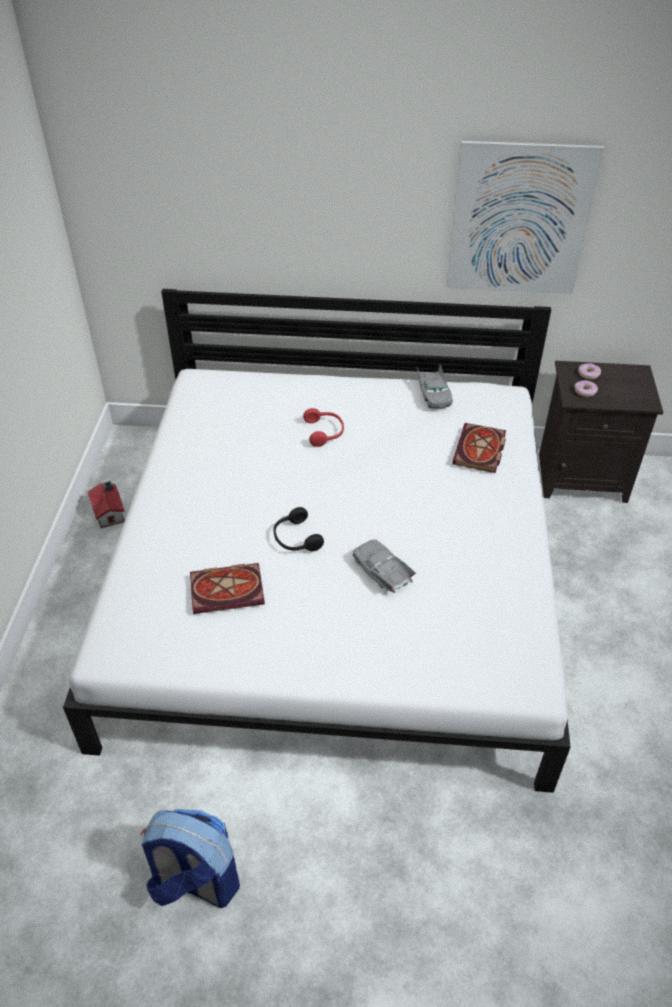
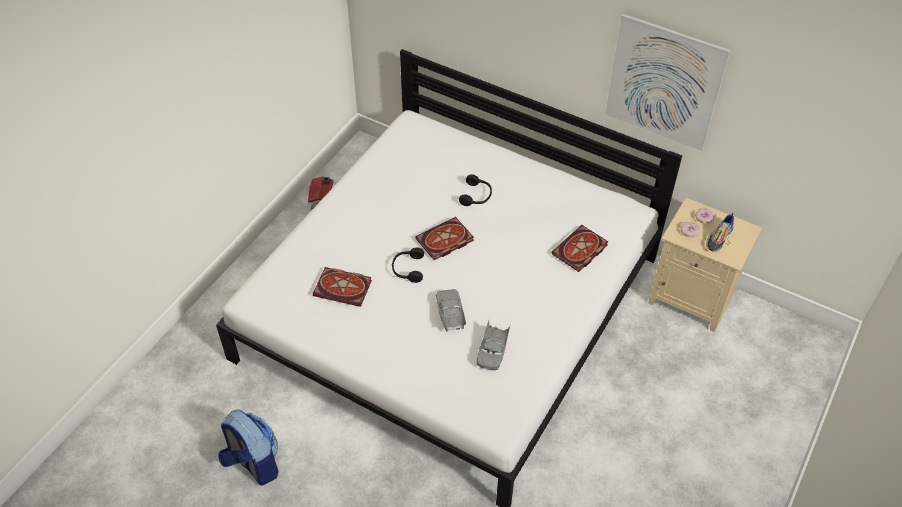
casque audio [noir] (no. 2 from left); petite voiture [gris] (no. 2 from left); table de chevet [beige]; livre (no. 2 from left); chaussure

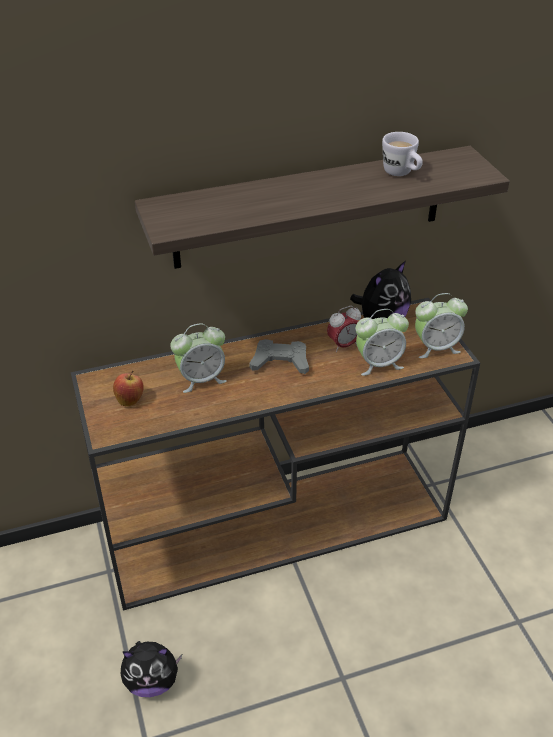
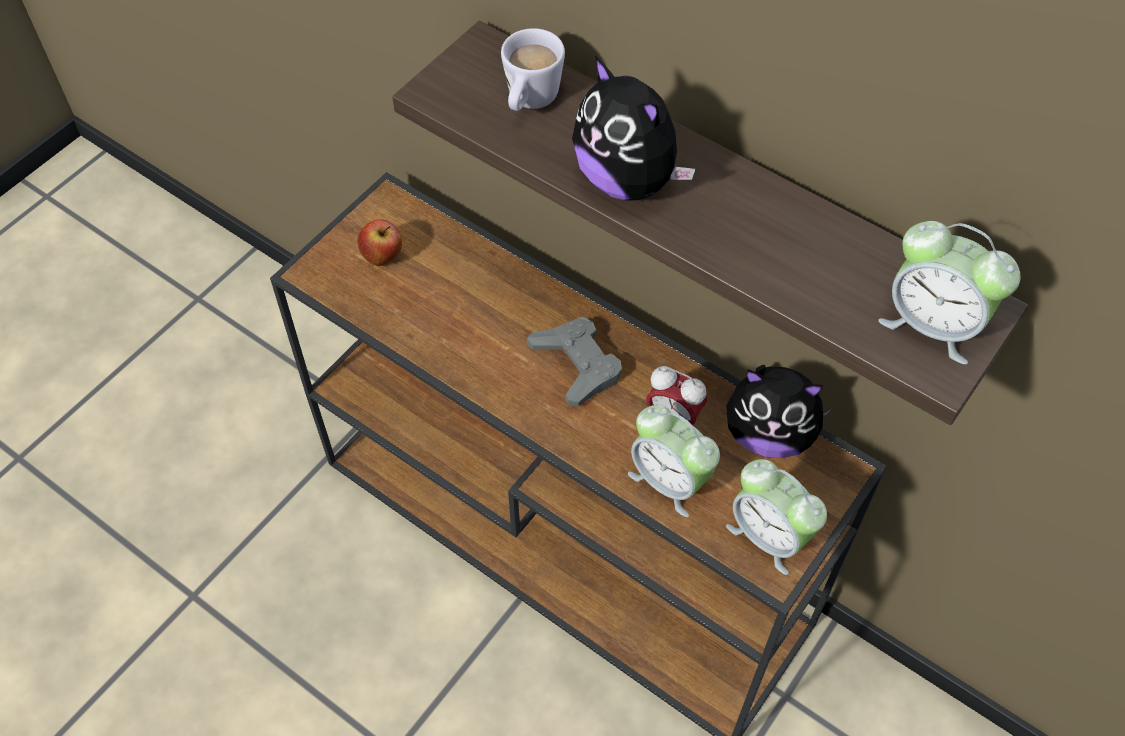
peluche (no. 1 from left); réveil (no. 4 from left); mug [blanc]

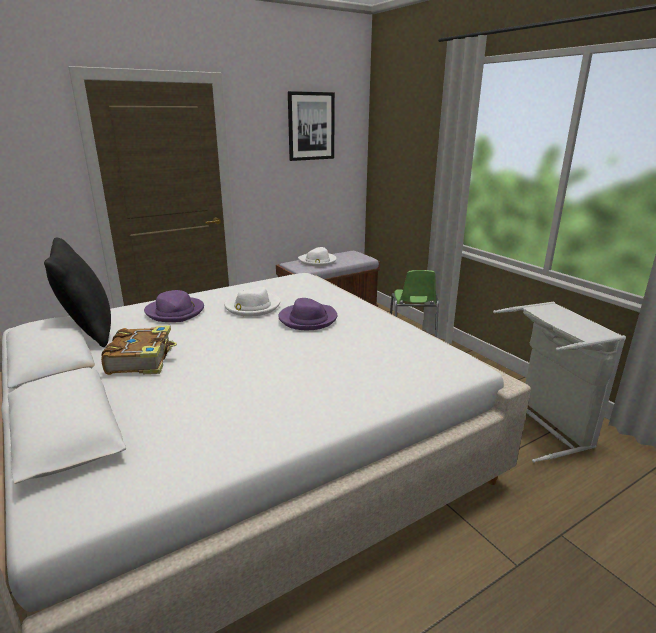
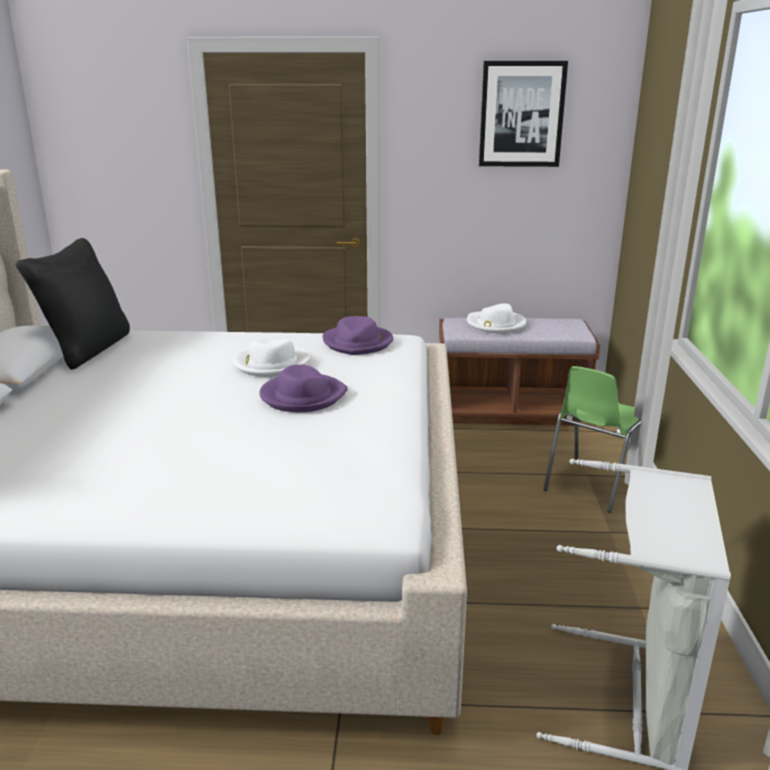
livre; chapeau [violet] (no. 2 from left)

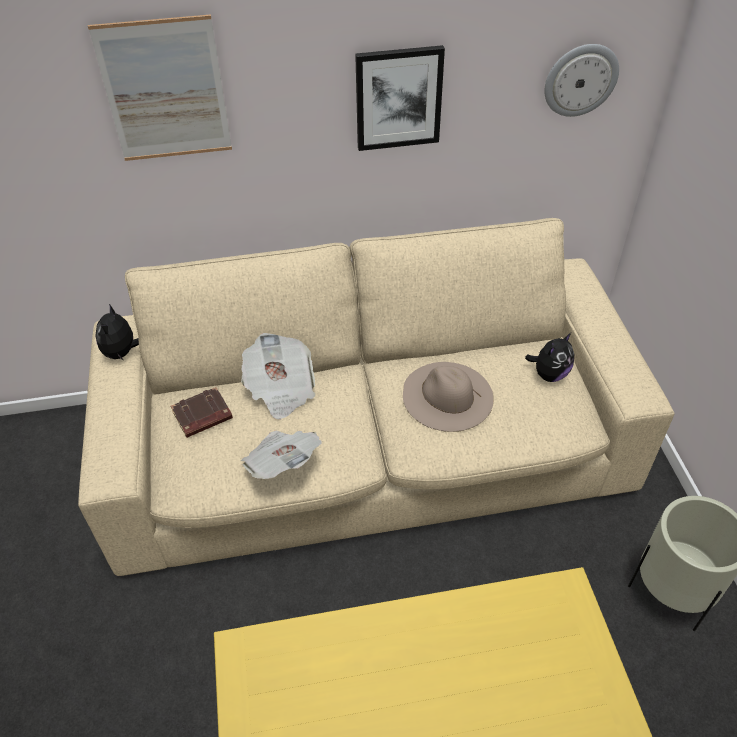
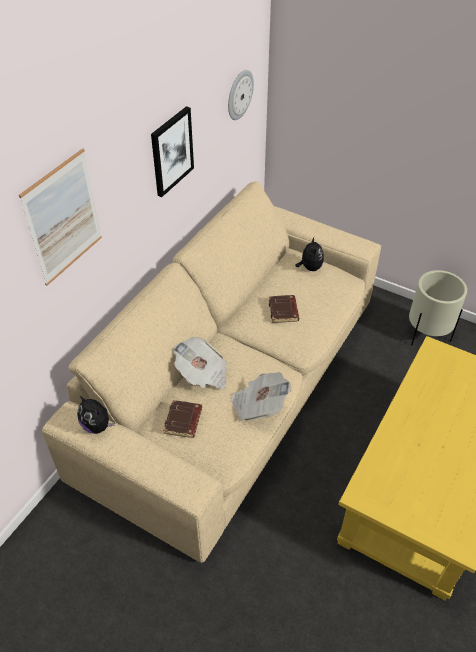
livre [marron] (no. 2 from left)

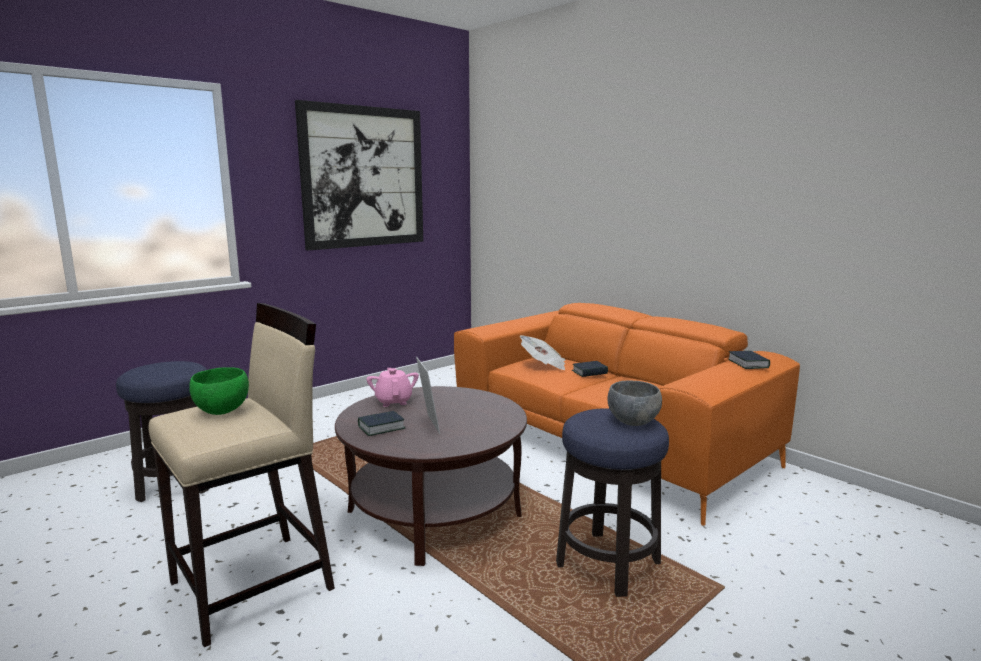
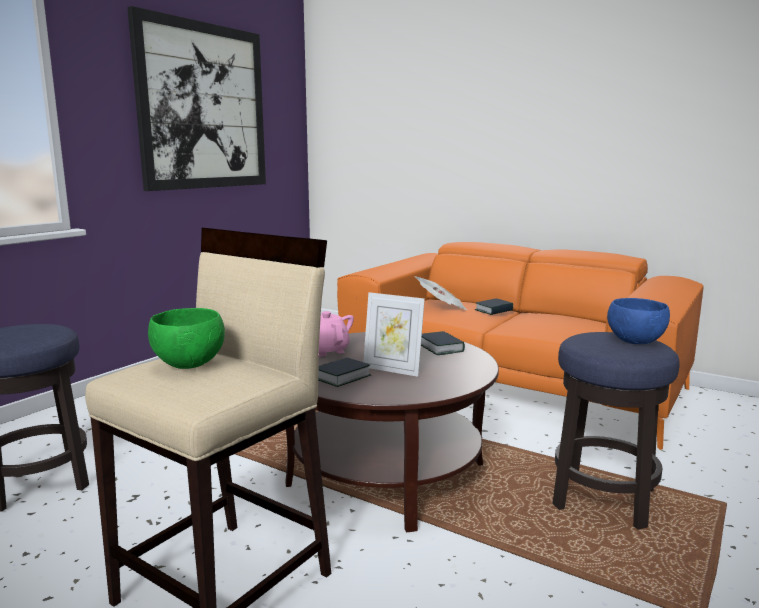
cadre photo; bol [bleu]; livre (no. 2 from left)

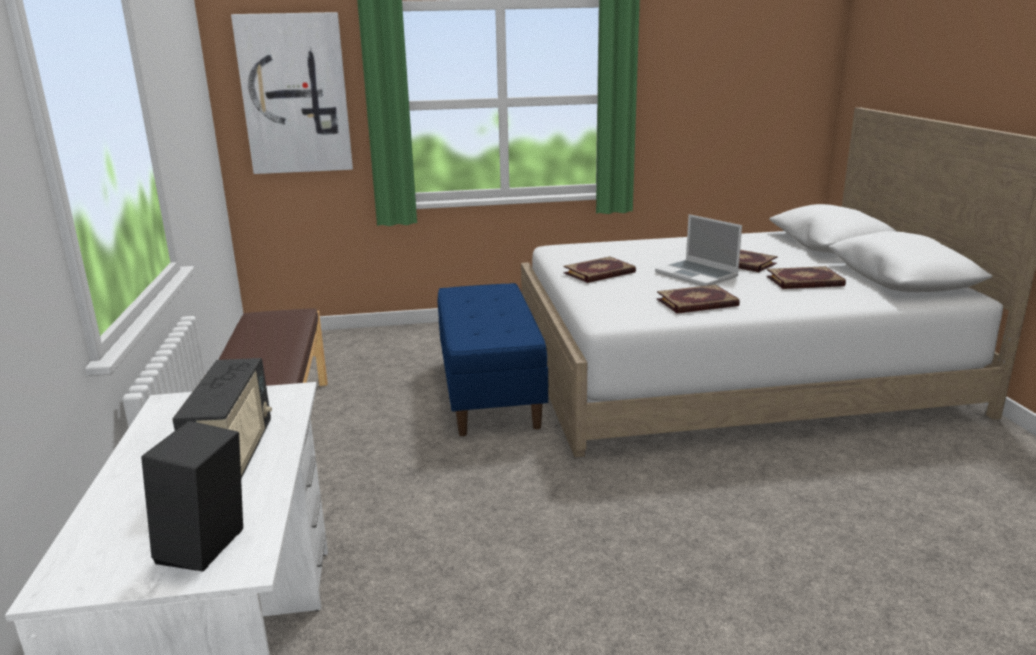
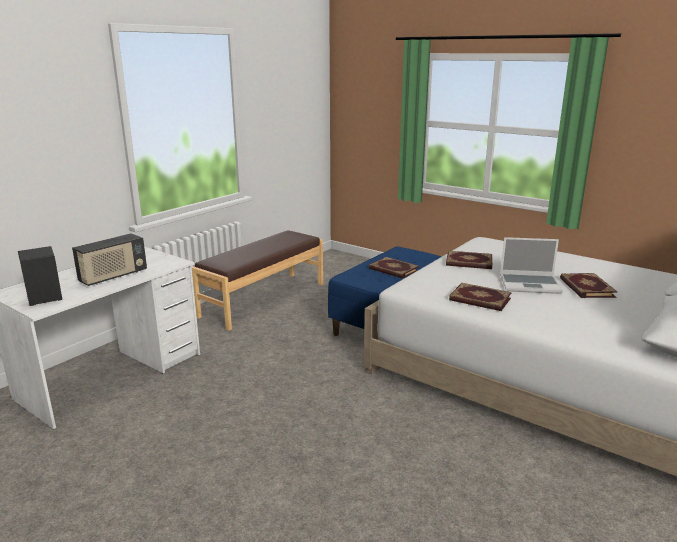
tableau; ordinateur portable; livre (no. 1 from left)

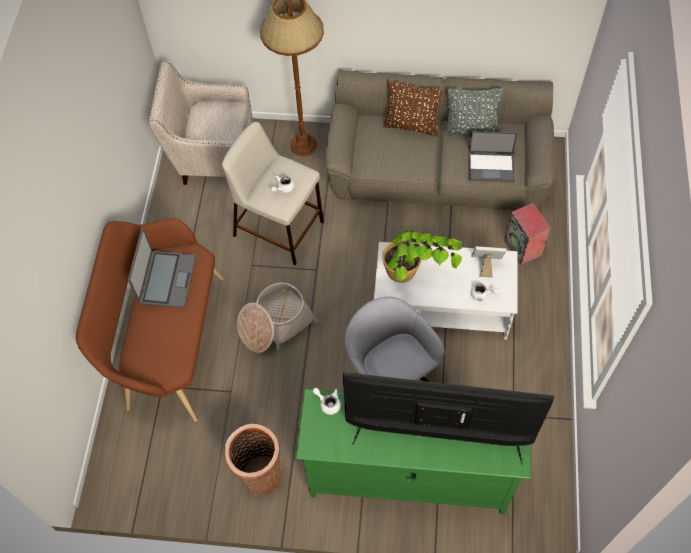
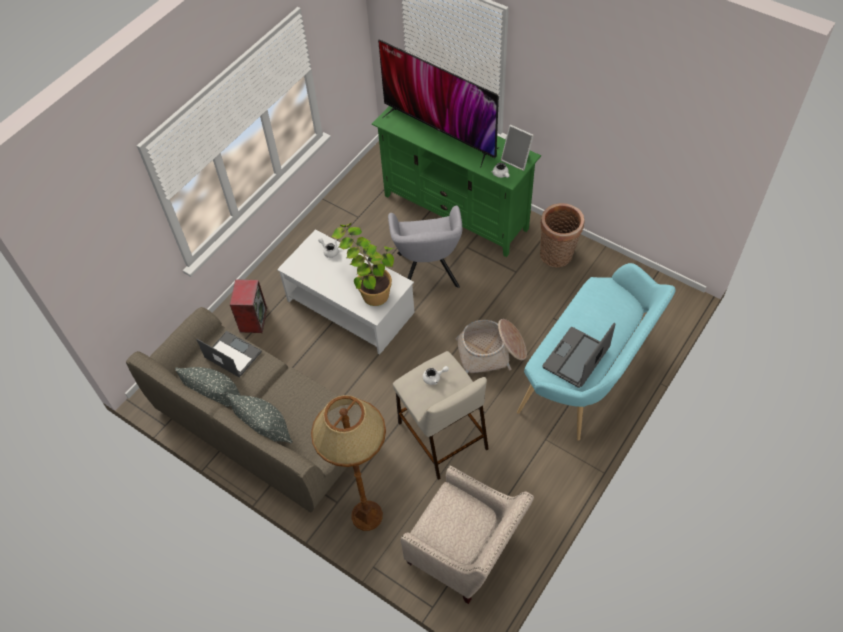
banc [turquoise]; coussin [gris] (no. 2 from left); cadre photo

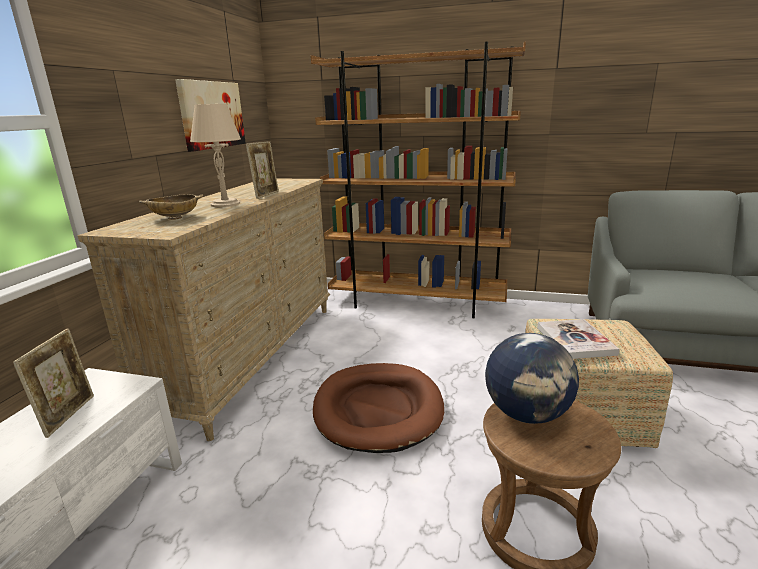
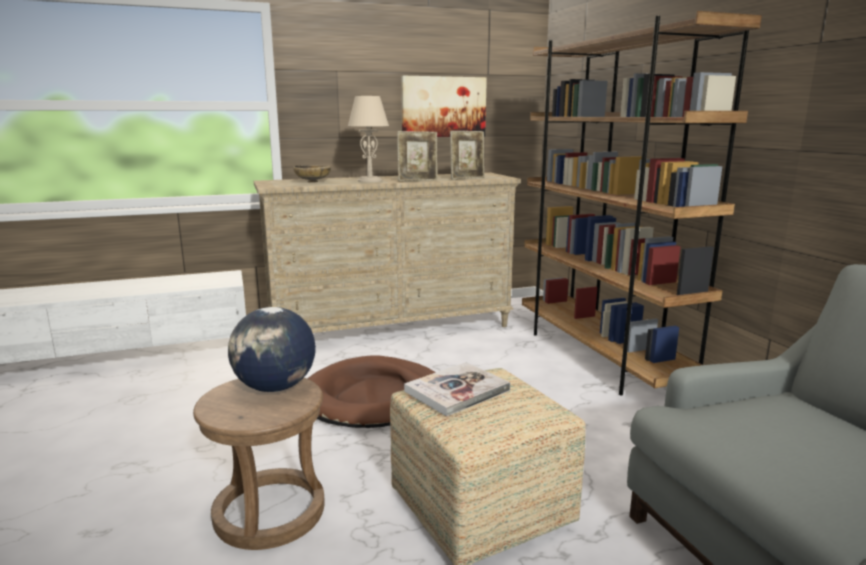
cadre photo (no. 2 from left)

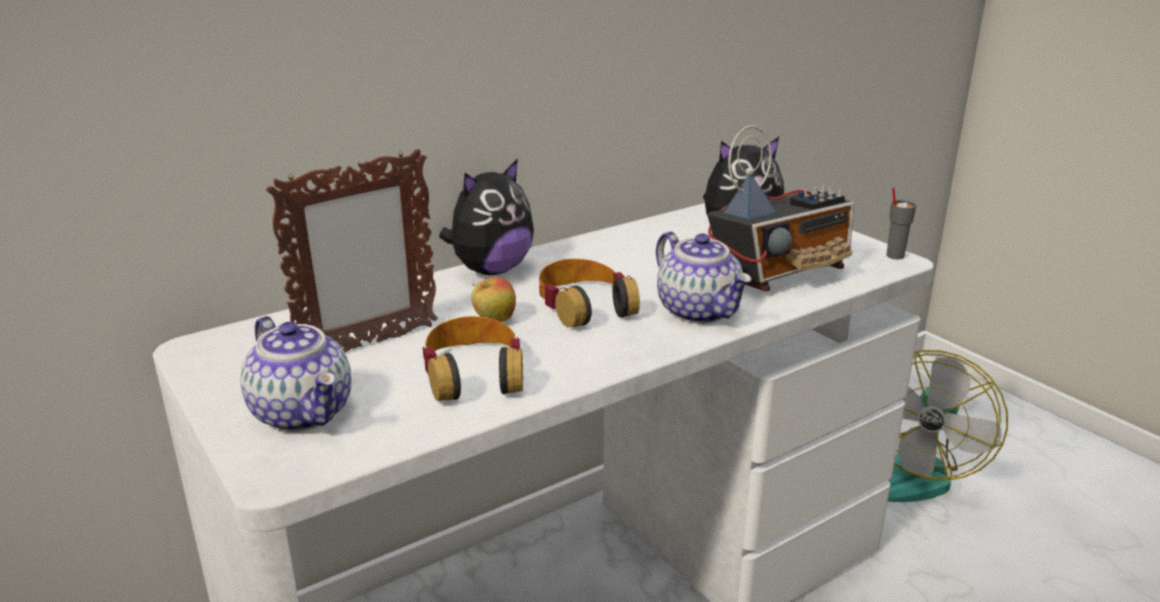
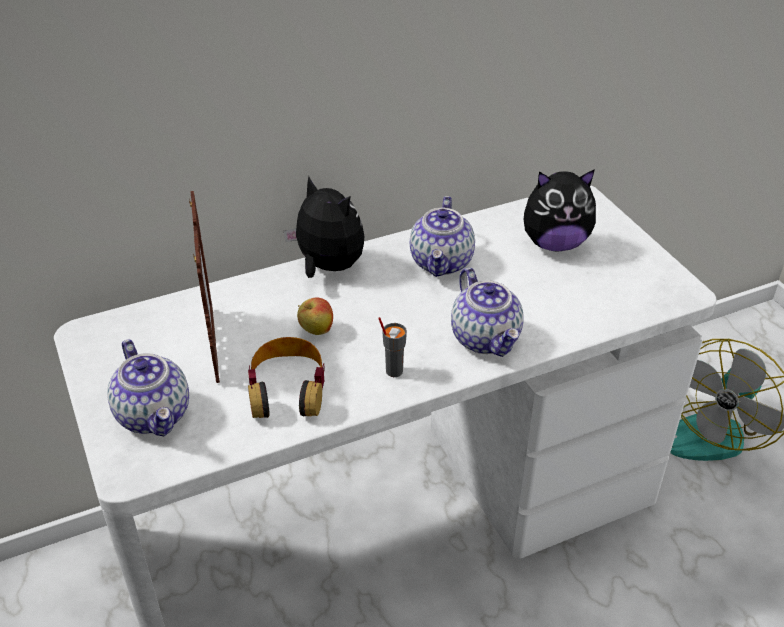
cadre photo; peluche (no. 1 from left); casque audio (no. 2 from left in the first image); radio; tasse [gris]; théière (no. 2 from left)

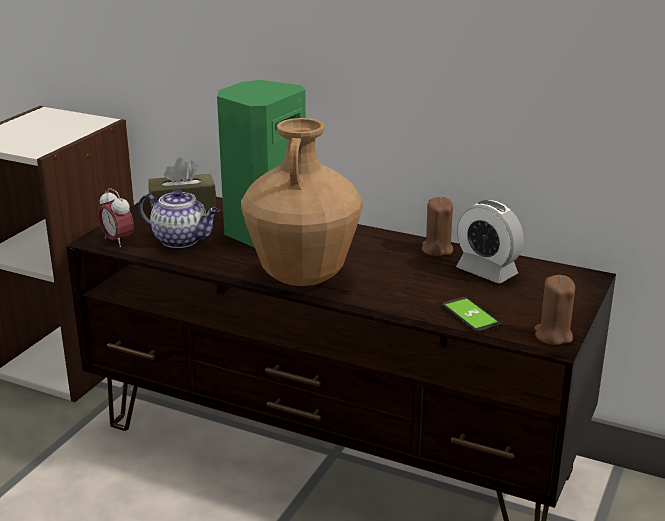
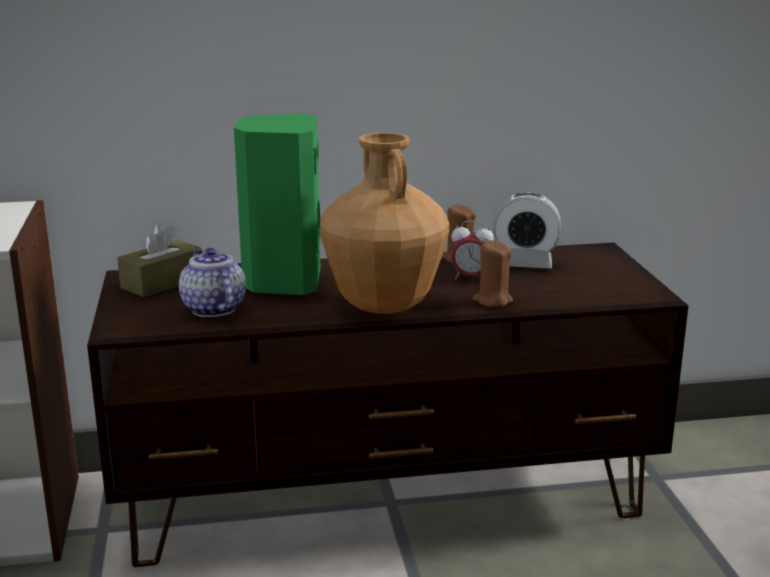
réveil (no. 1 from left); théière; téléphone; bougie [marron] (no. 2 from left)

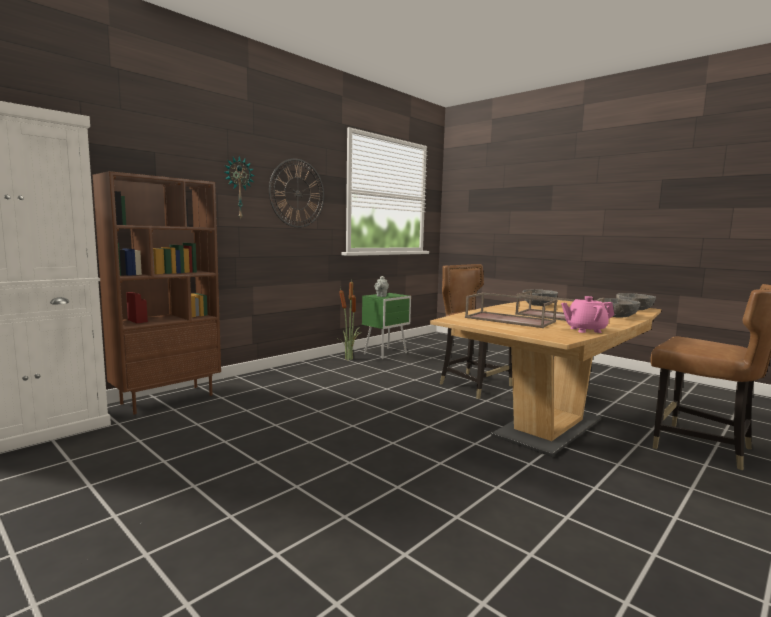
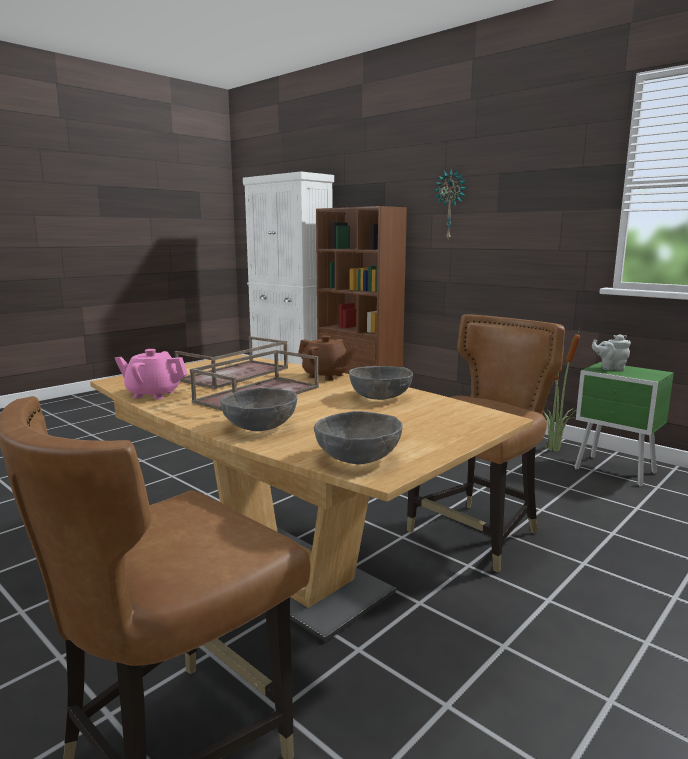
horloge murale (no. 2 from left in the first image); théière [rose]; théière [marron]

